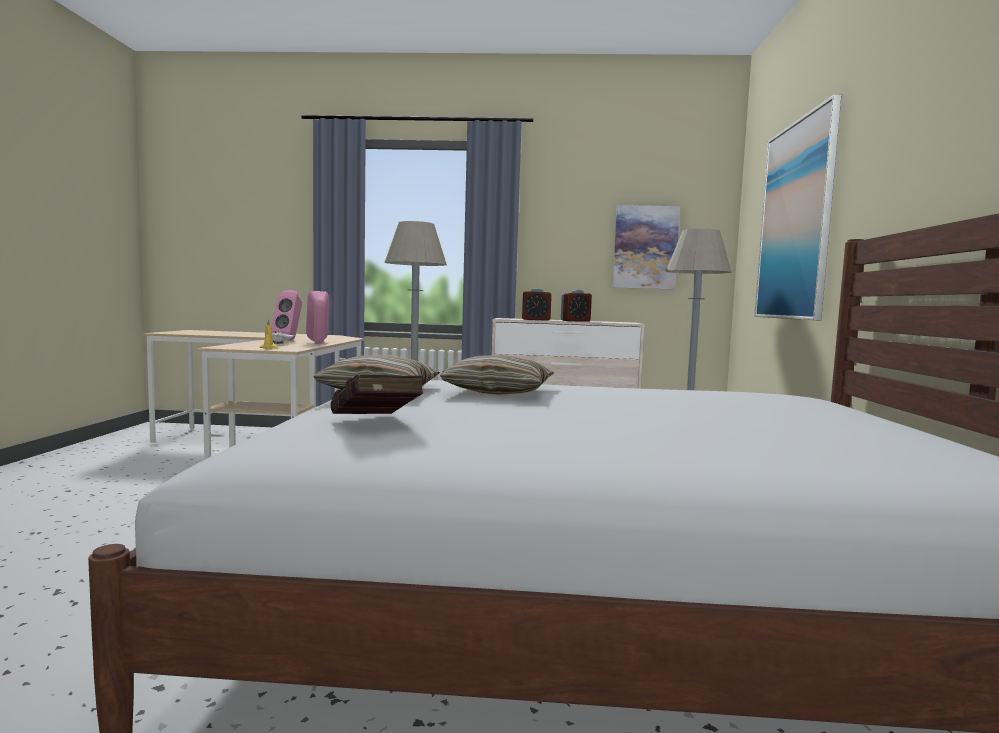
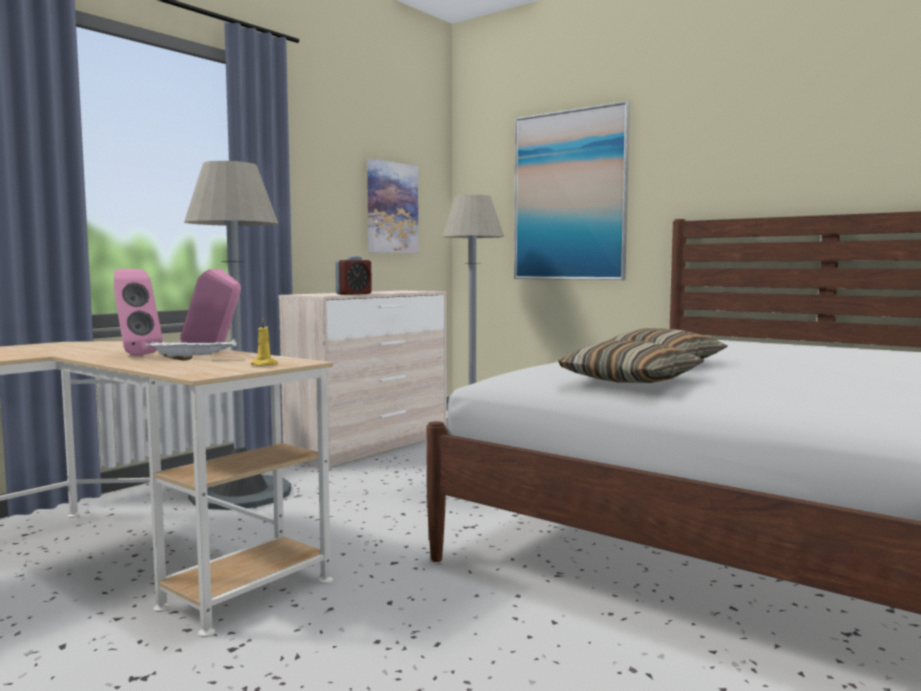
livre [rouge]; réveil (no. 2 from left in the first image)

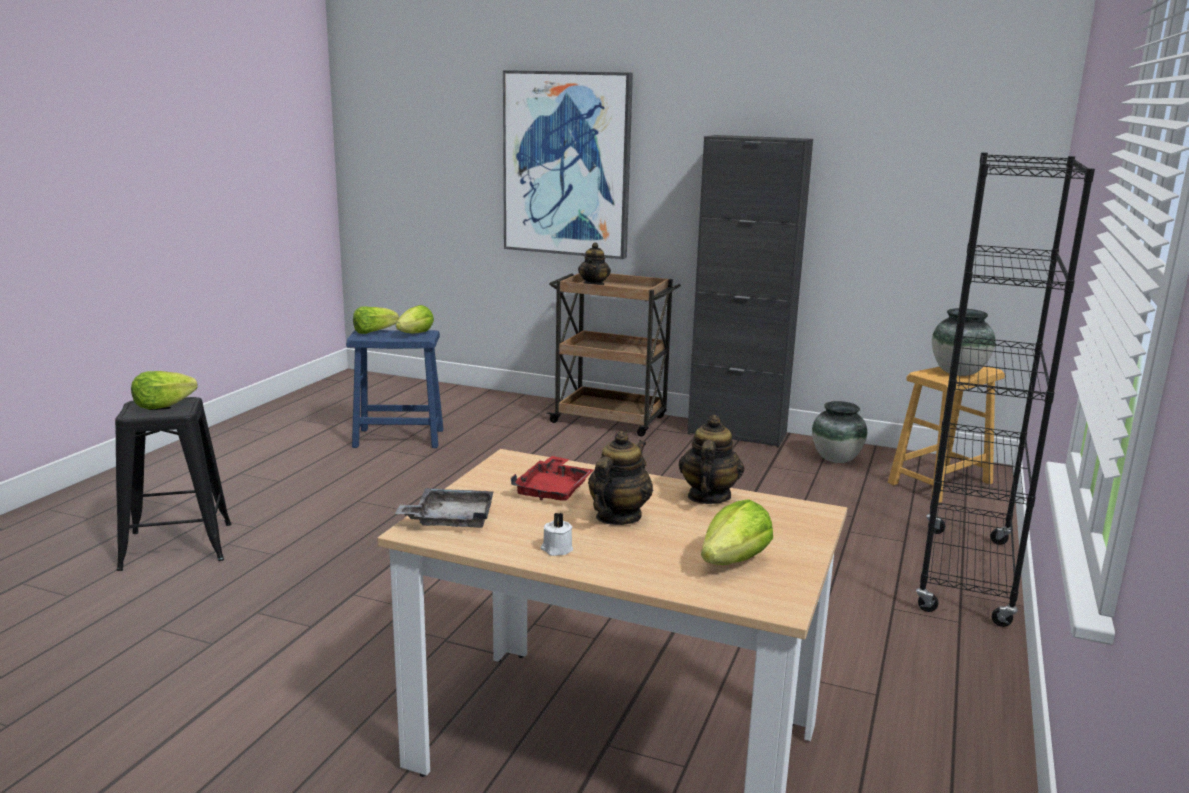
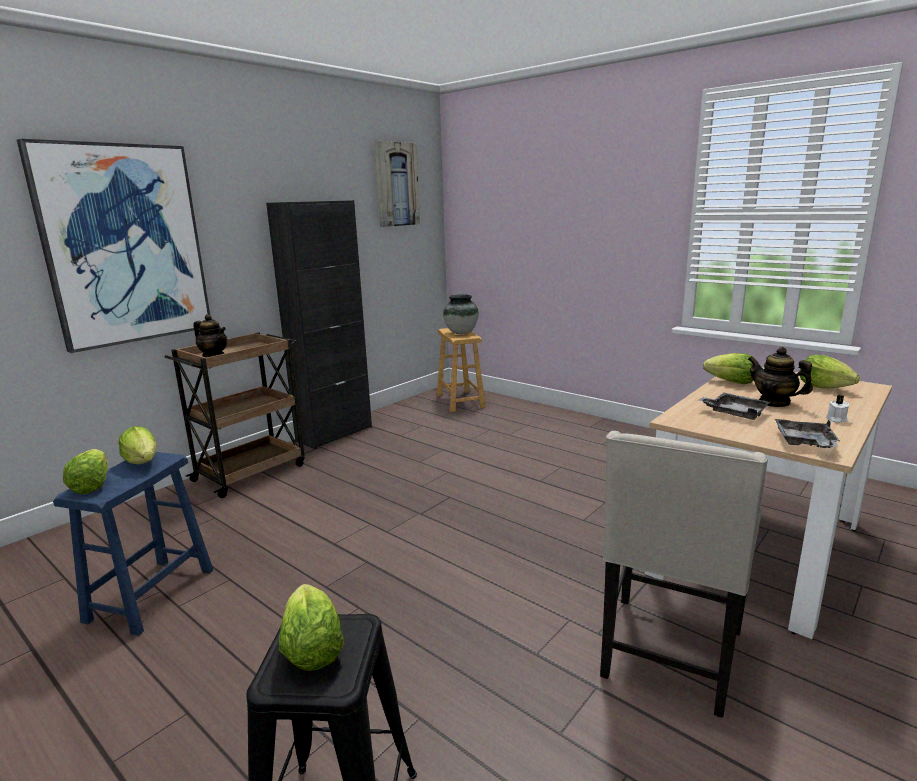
plateau [gris] (no. 1 from left); laitue (no. 4 from left); vase (no. 1 from left in the first image); bibliothèque [noir]; tableau (no. 2 from left); chaise [beige]

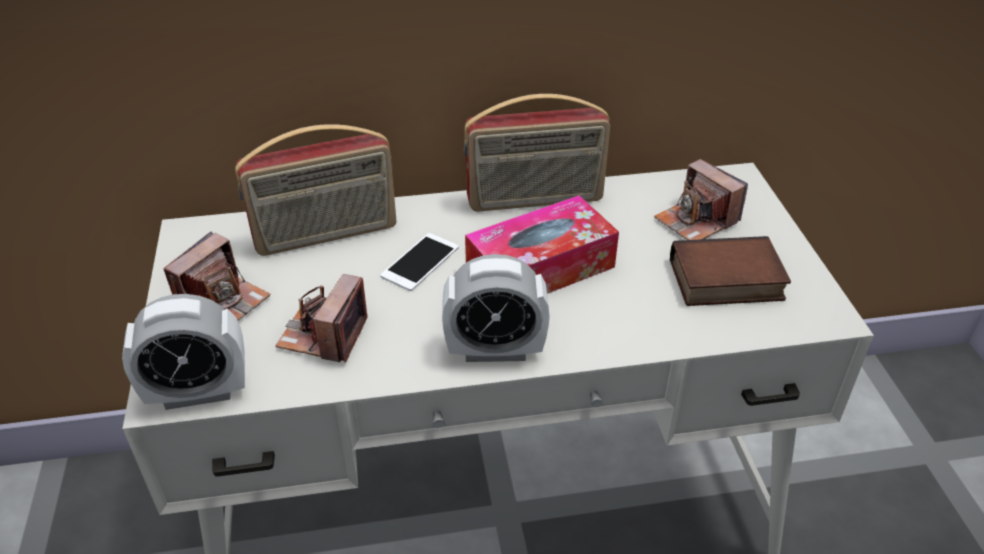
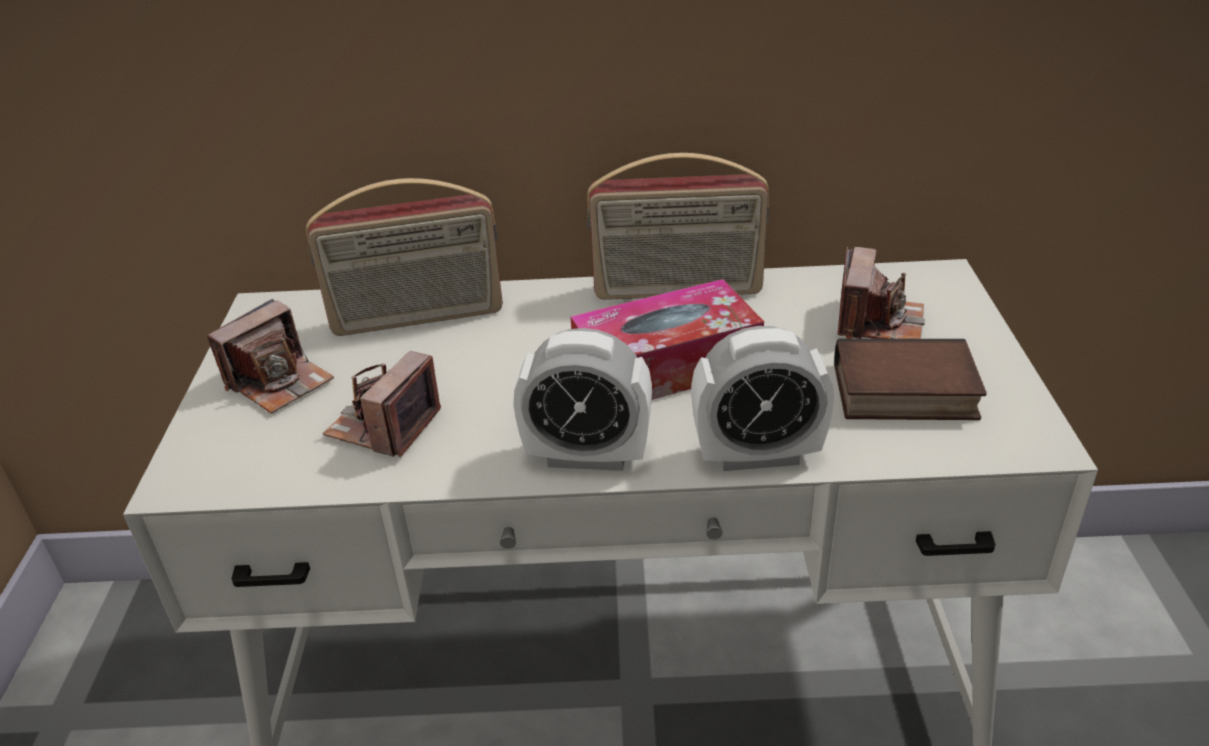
réveil (no. 2 from left); téléphone; appareil photo (no. 3 from left)

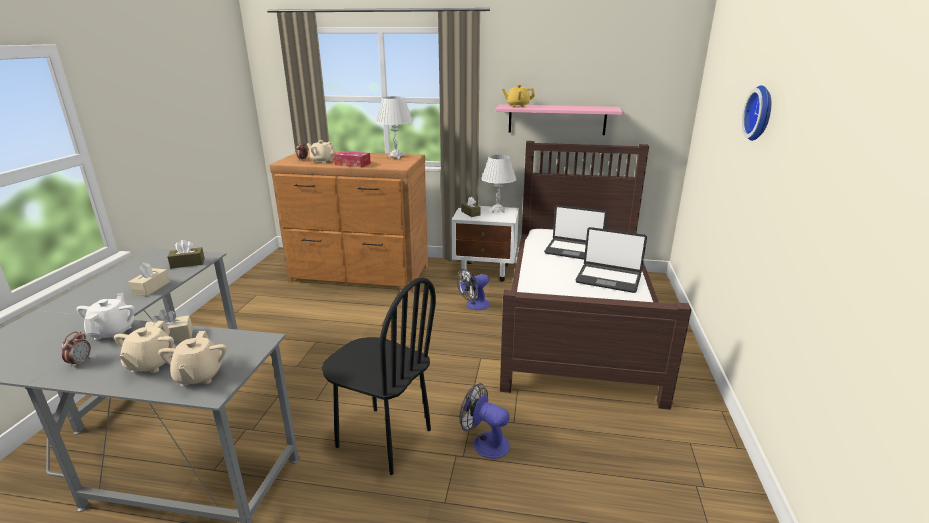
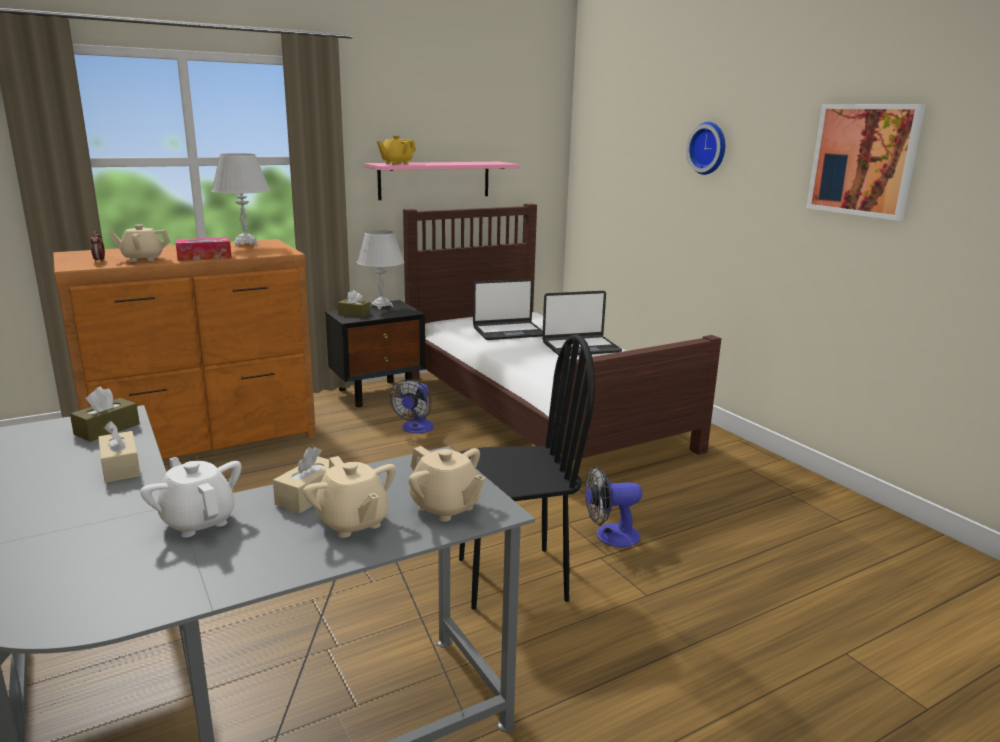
réveil (no. 1 from left in the first image); table de chevet [noir]; tableau

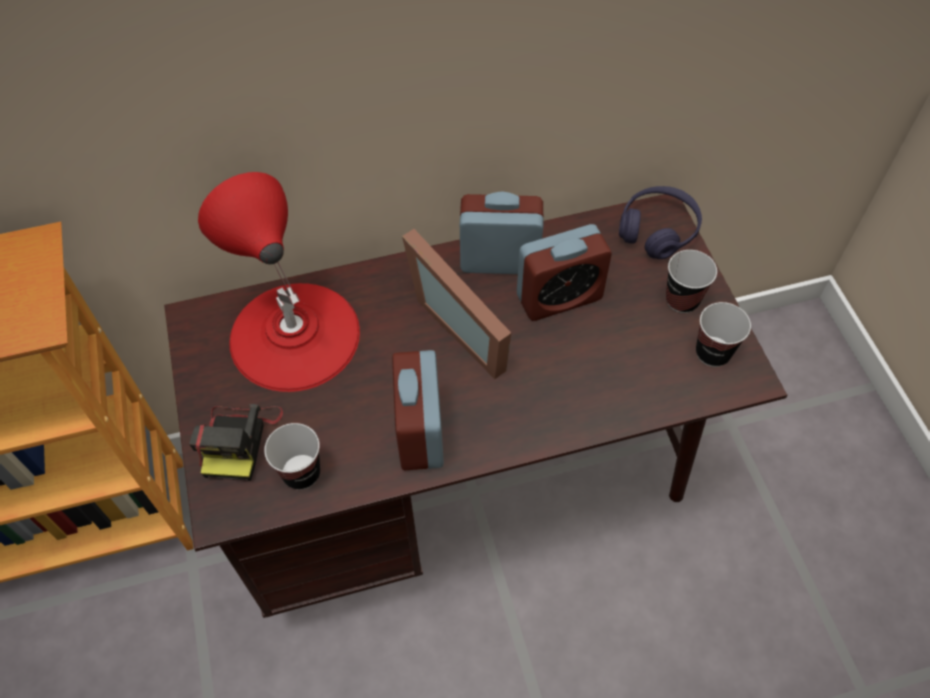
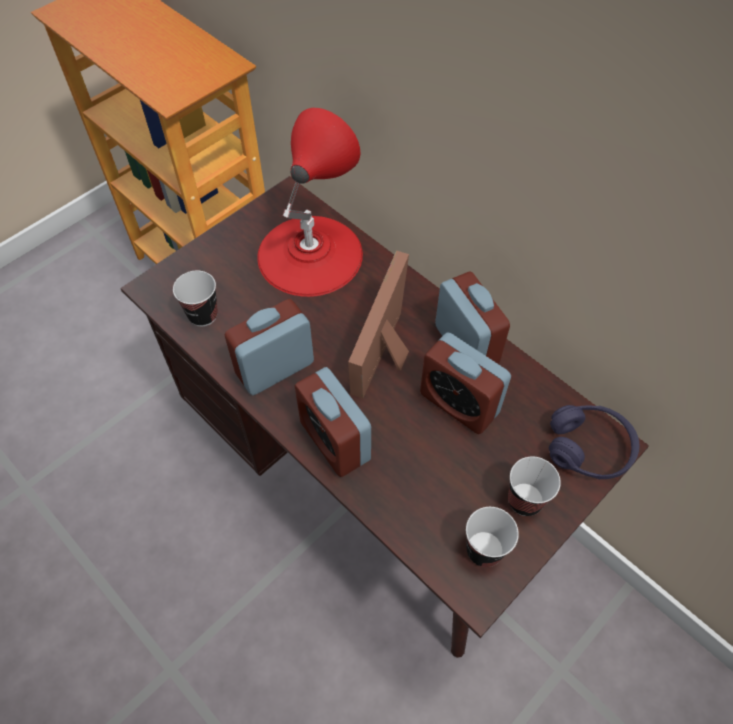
appareil photo; réveil (no. 2 from left)

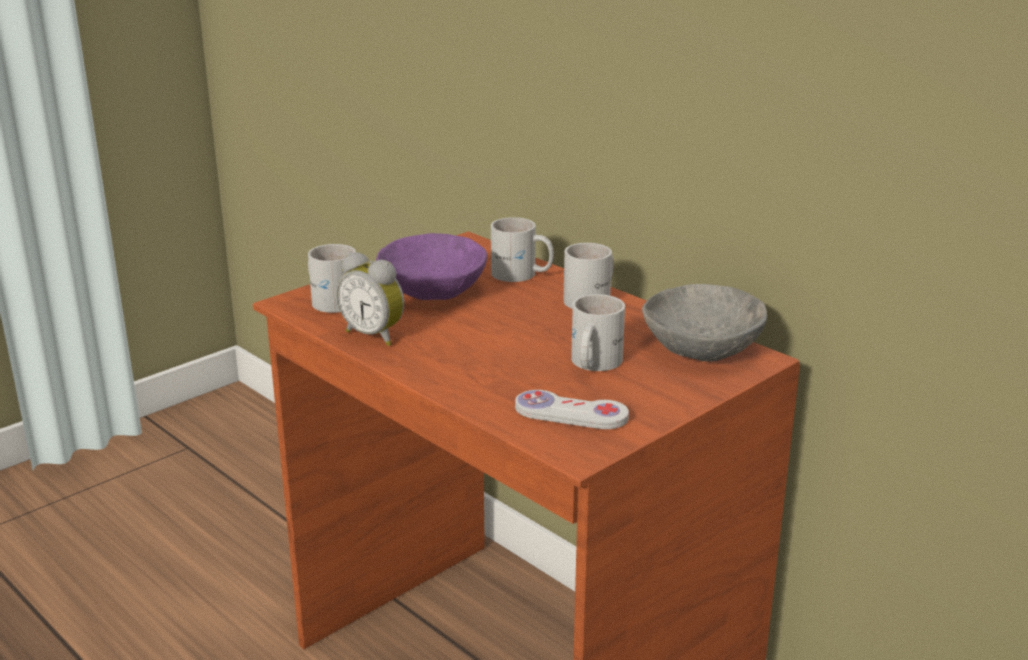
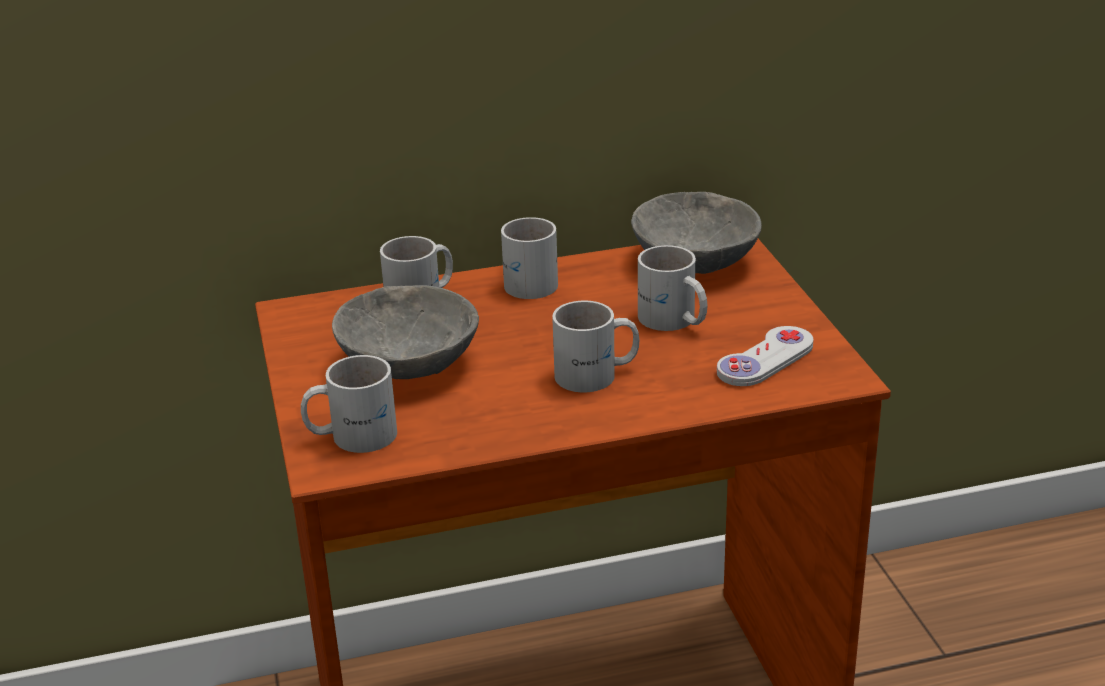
réveil; bol [gris] (no. 1 from left); mug [blanc] (no. 4 from left)

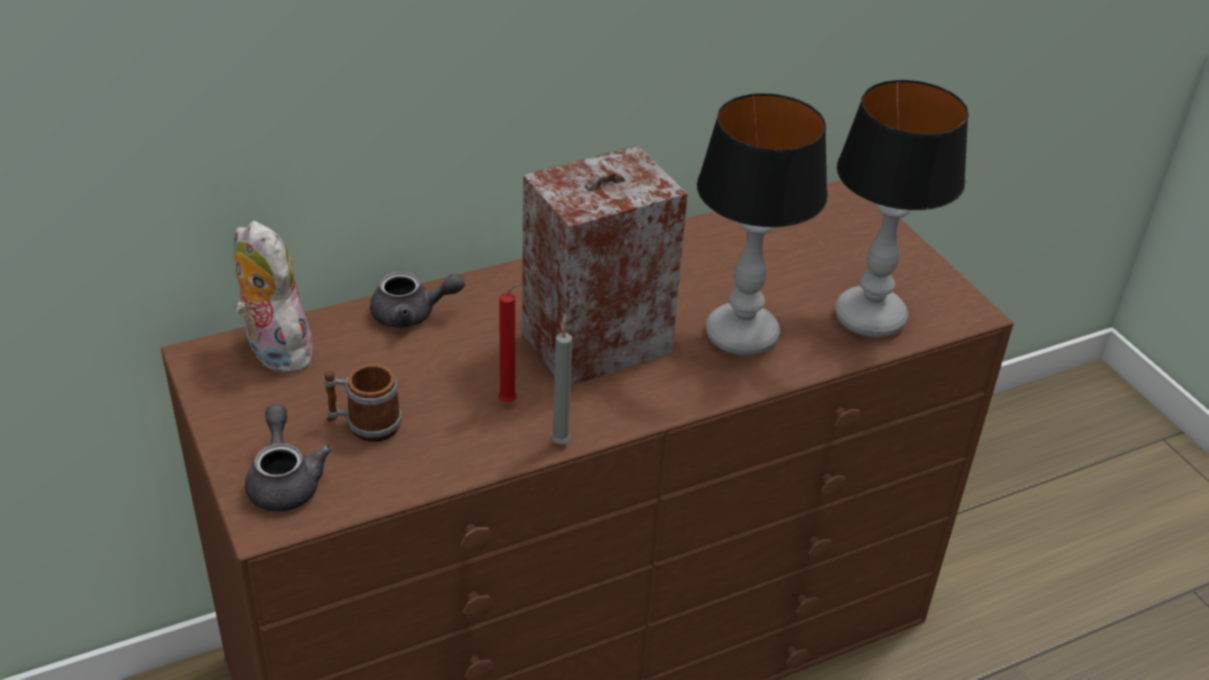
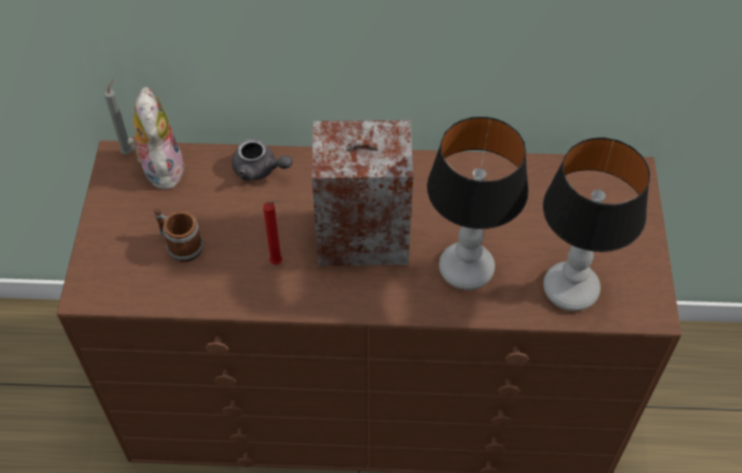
théière [gris] (no. 1 from left in the first image); bougie [gris]

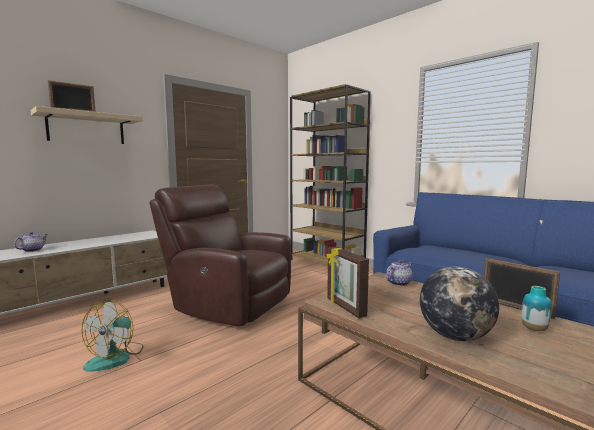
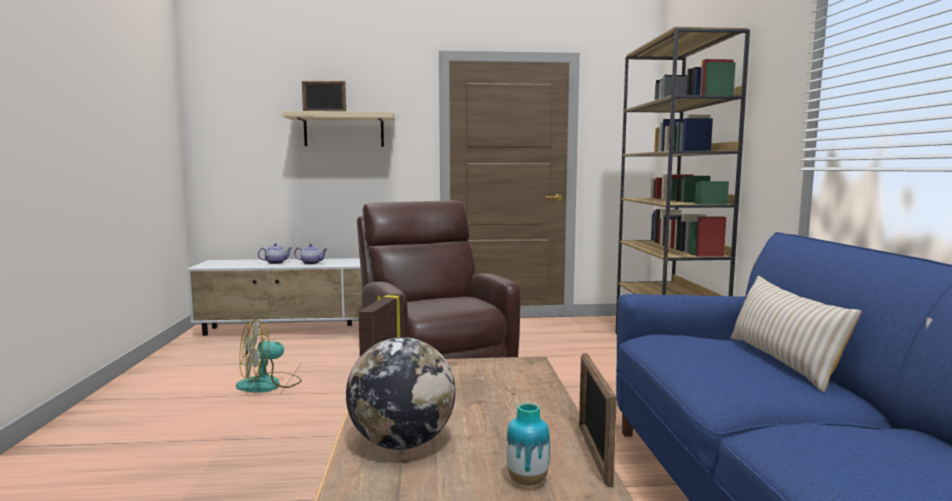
théière (no. 2 from left); coussin [beige]

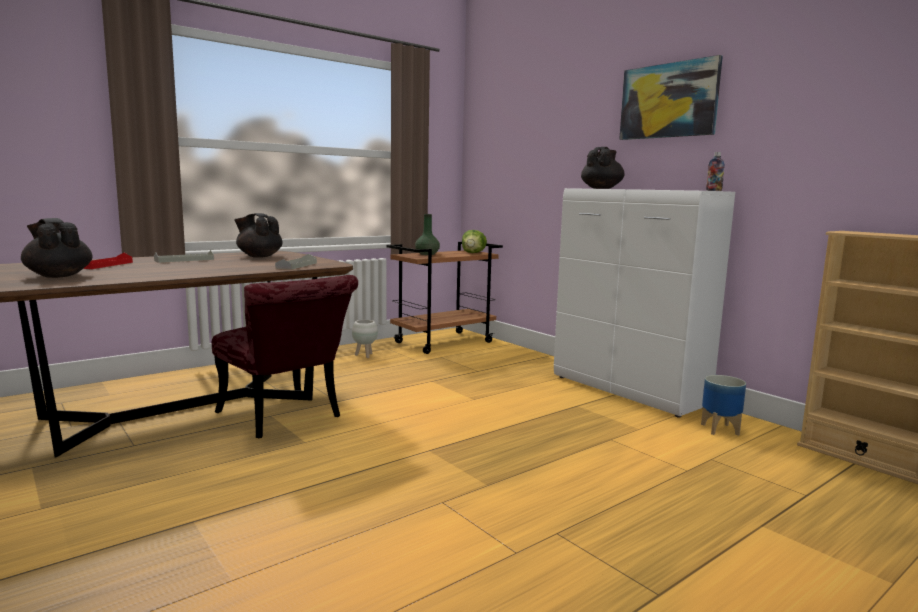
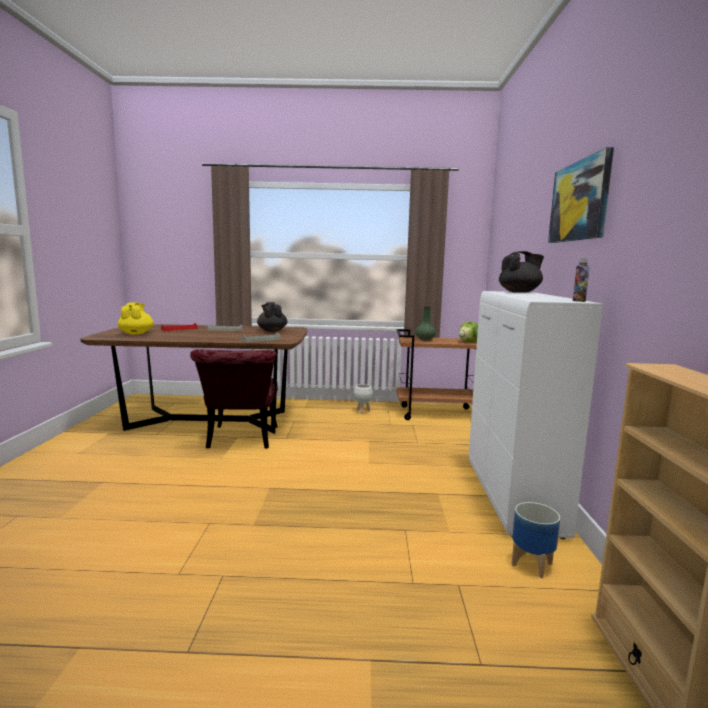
théière [jaune]

